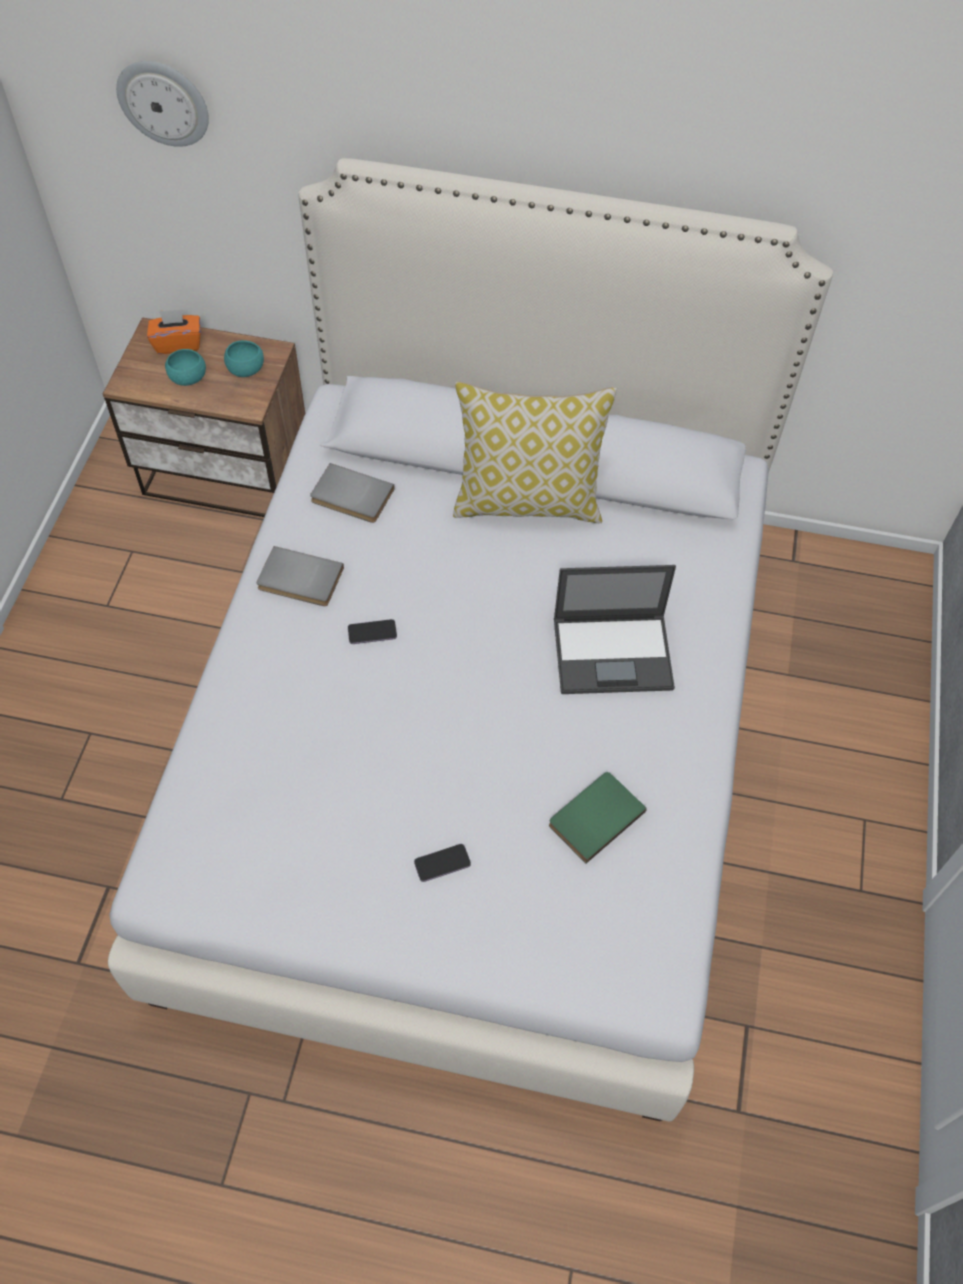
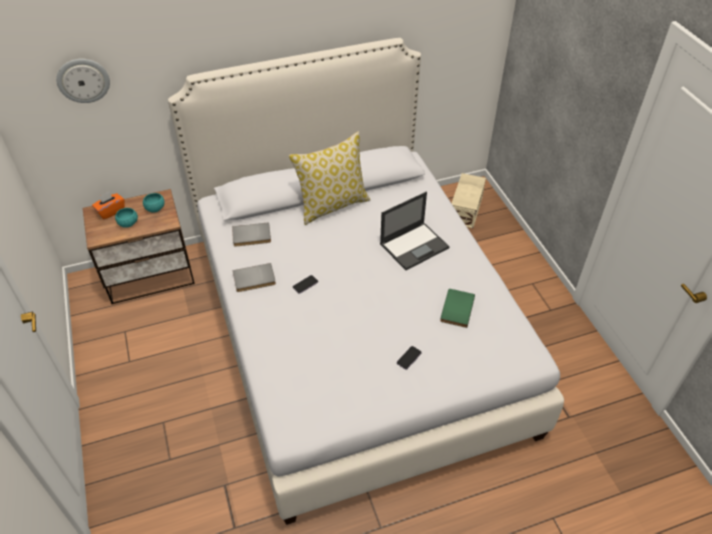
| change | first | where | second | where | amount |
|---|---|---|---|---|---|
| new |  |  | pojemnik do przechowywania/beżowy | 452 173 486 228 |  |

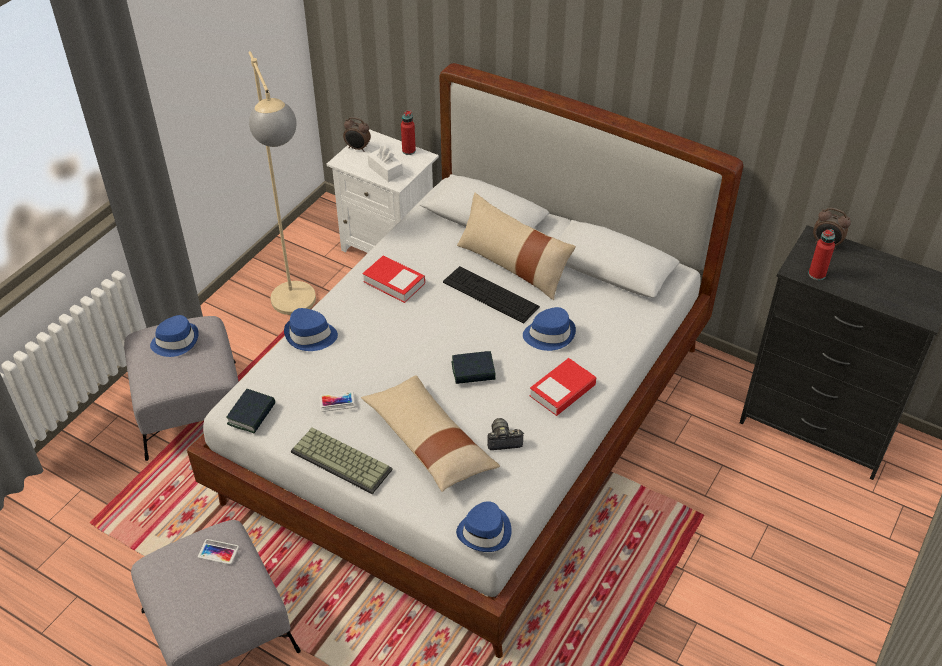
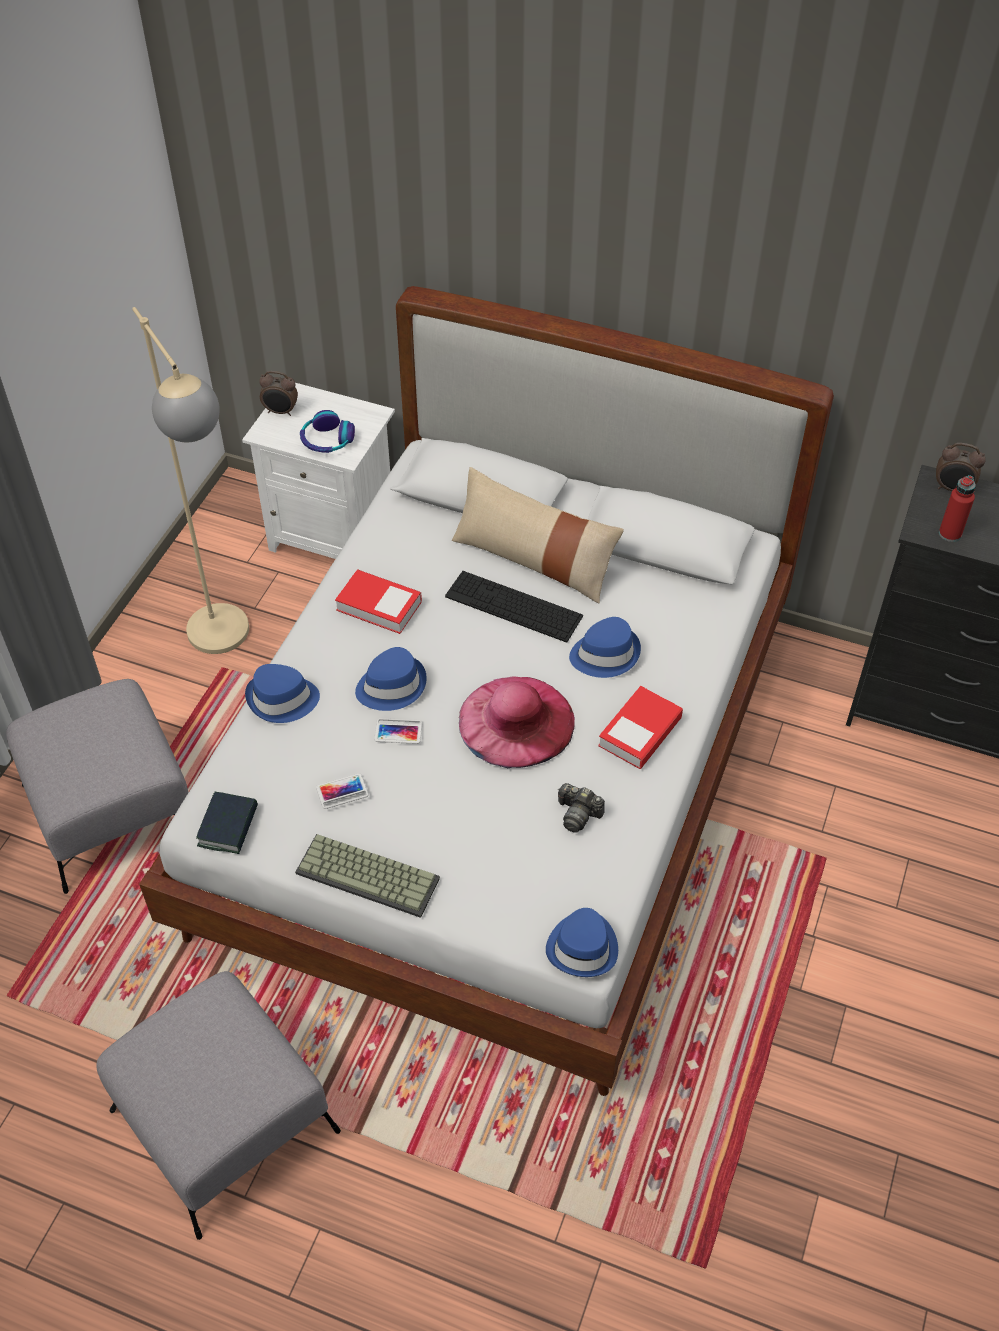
| change | first | where | second | where | amount |
|---|---|---|---|---|---|
| swapped | pudełko chusteczek/biały | 368 146 403 182 | słuchawki | 300 410 355 453 |  |
| shifted | kapelusz/niebieski | 150 315 199 357 |  | 355 647 427 711 |  |
| shifted | telefon | 198 539 239 565 |  | 374 718 423 744 |  |
| swapped | książka | 452 351 496 384 | kapelusz/różowy | 459 676 575 768 |  |
| rotated | aparat fotograficzny | 487 418 524 450 |  | 558 783 605 833 | 135 degrees counterclockwise |
| gone | poduszka/beżowy | 361 375 500 492 |  |  |  |
| gone | butelka/czerwony | 401 110 416 155 |  |  |  |

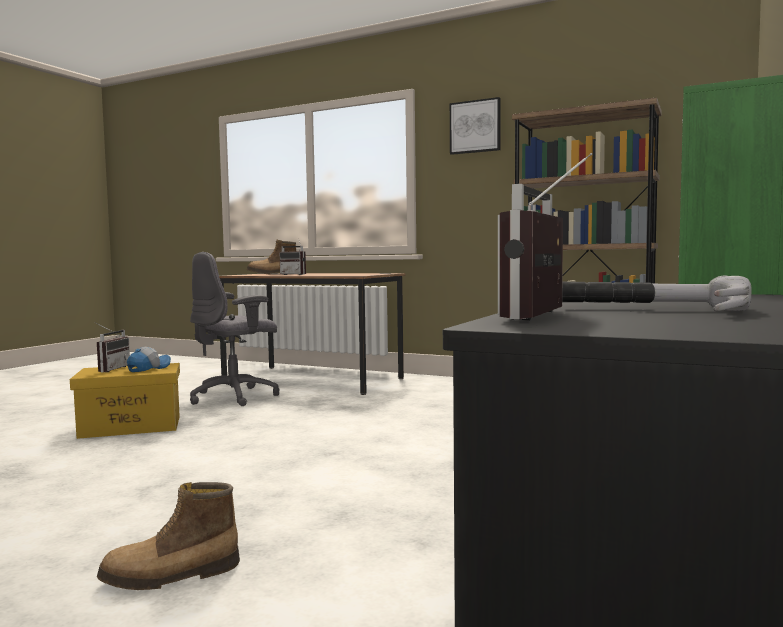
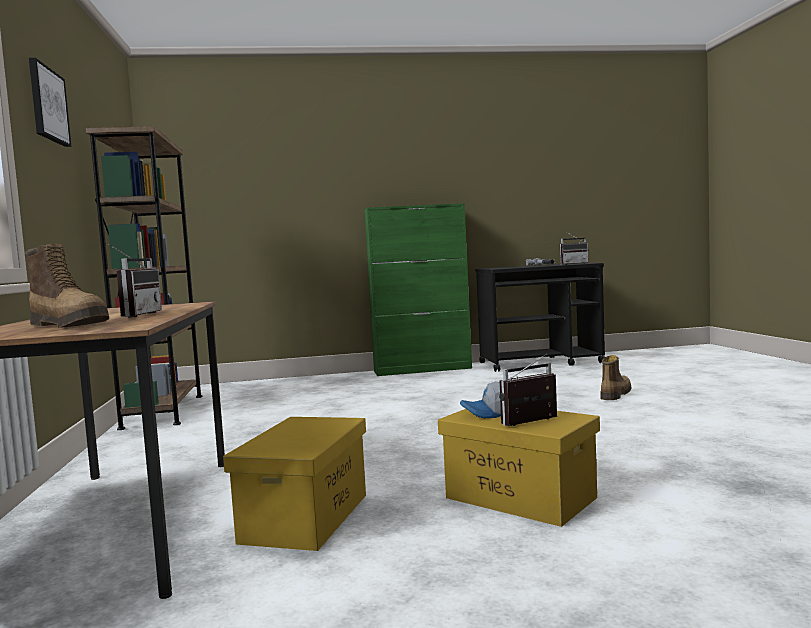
| change | first | where | second | where | amount |
|---|---|---|---|---|---|
| swapped | krzesło biurowe/szary | 190 252 280 406 | pojemnik do przechowywania/żółty | 223 417 366 551 |  |
| rotated | but z cholewką | 97 482 240 590 |  | 601 355 631 400 | 90 degrees counterclockwise |

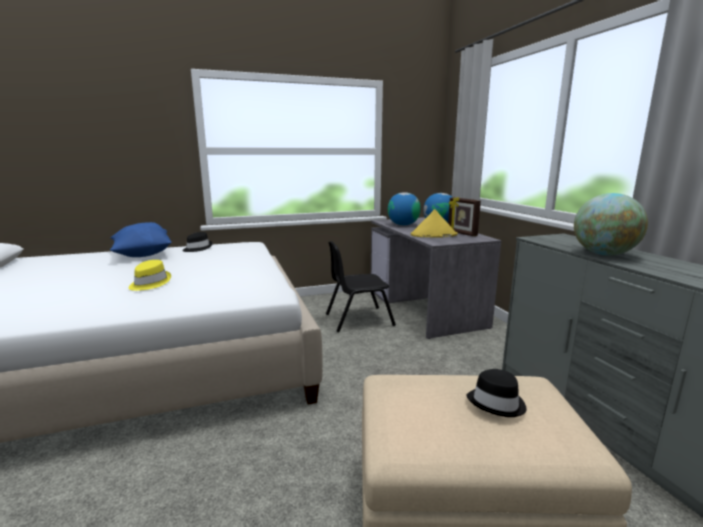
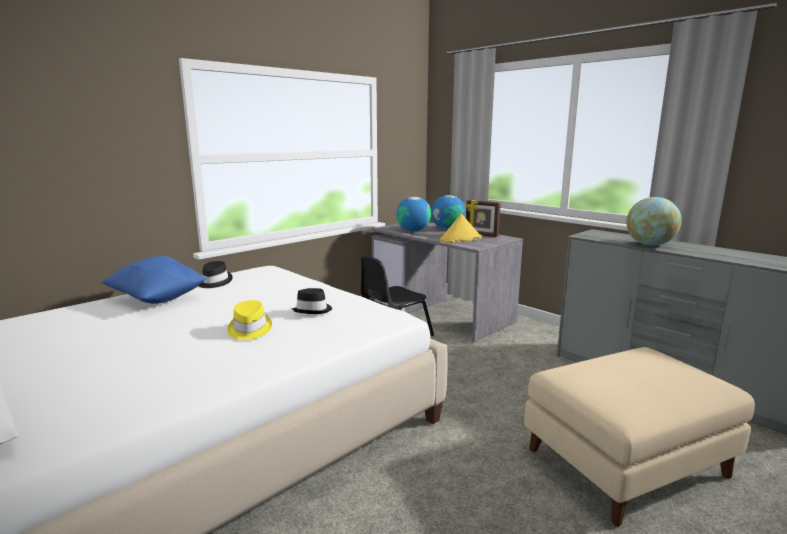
| change | first | where | second | where | amount |
|---|---|---|---|---|---|
| shifted | kapelusz/czarny | 466 369 527 417 |  | 292 288 332 314 |  |

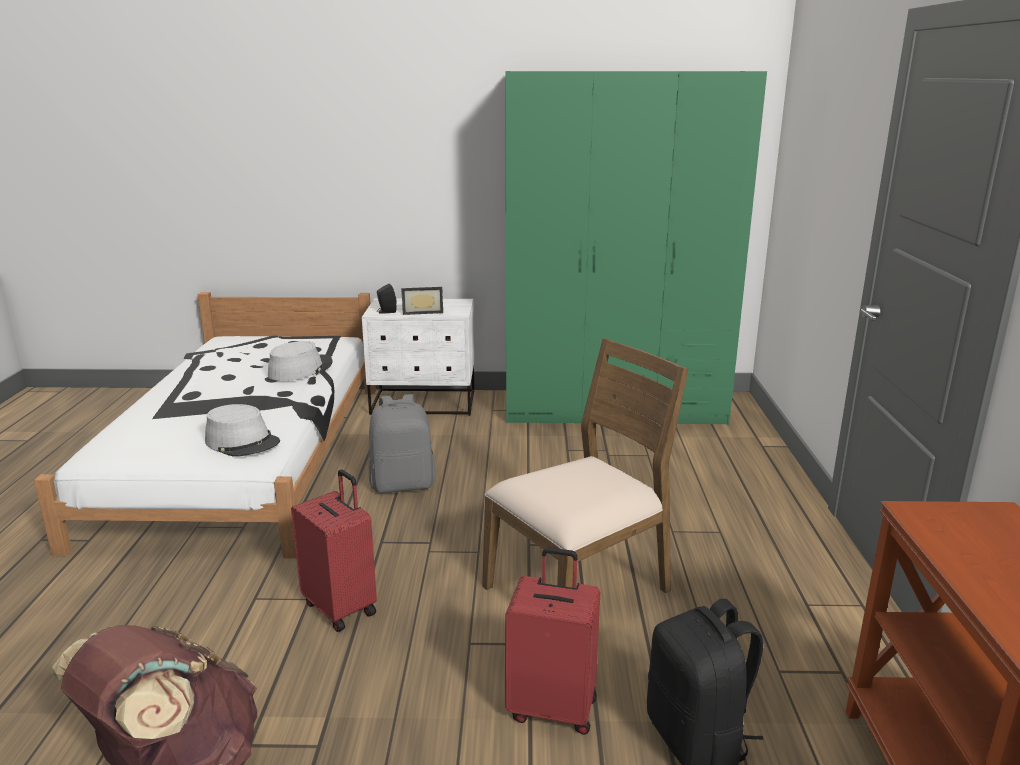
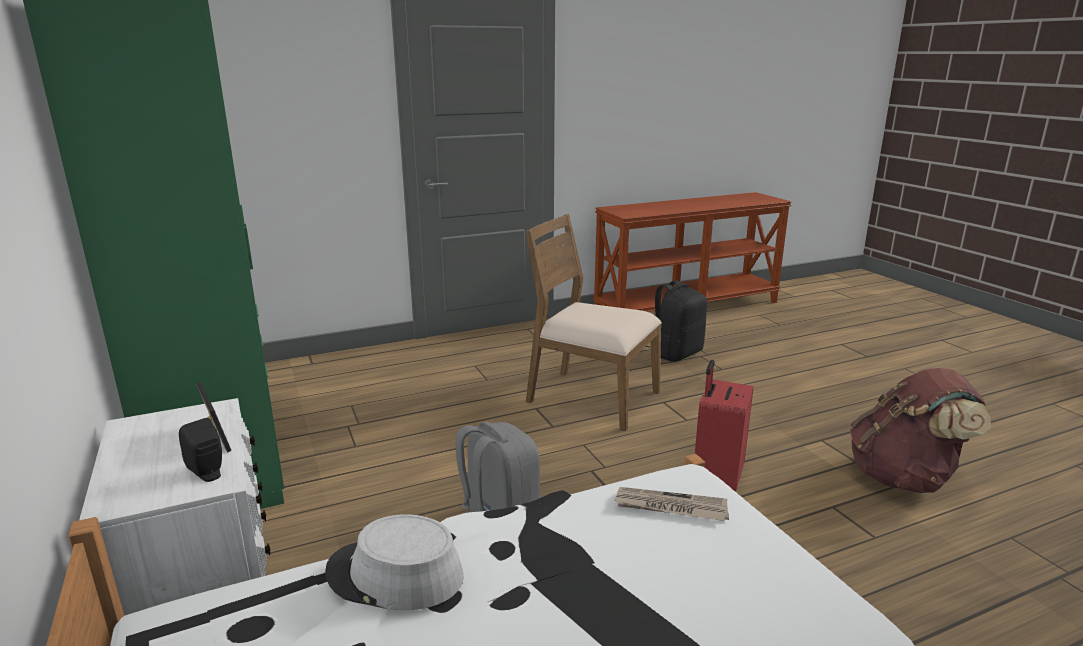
| change | first | where | second | where | amount |
|---|---|---|---|---|---|
| swapped | kapelusz/szary | 205 404 280 457 | gazeta | 614 487 729 521 |  |
| gone | walizka/czerwony | 505 547 600 735 |  |  |  |

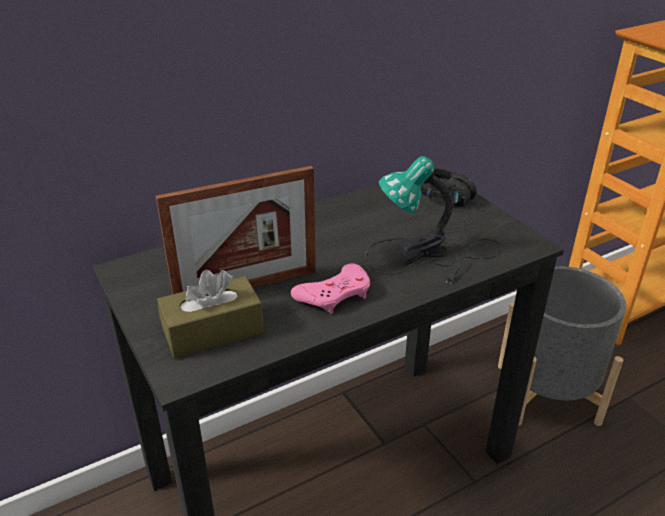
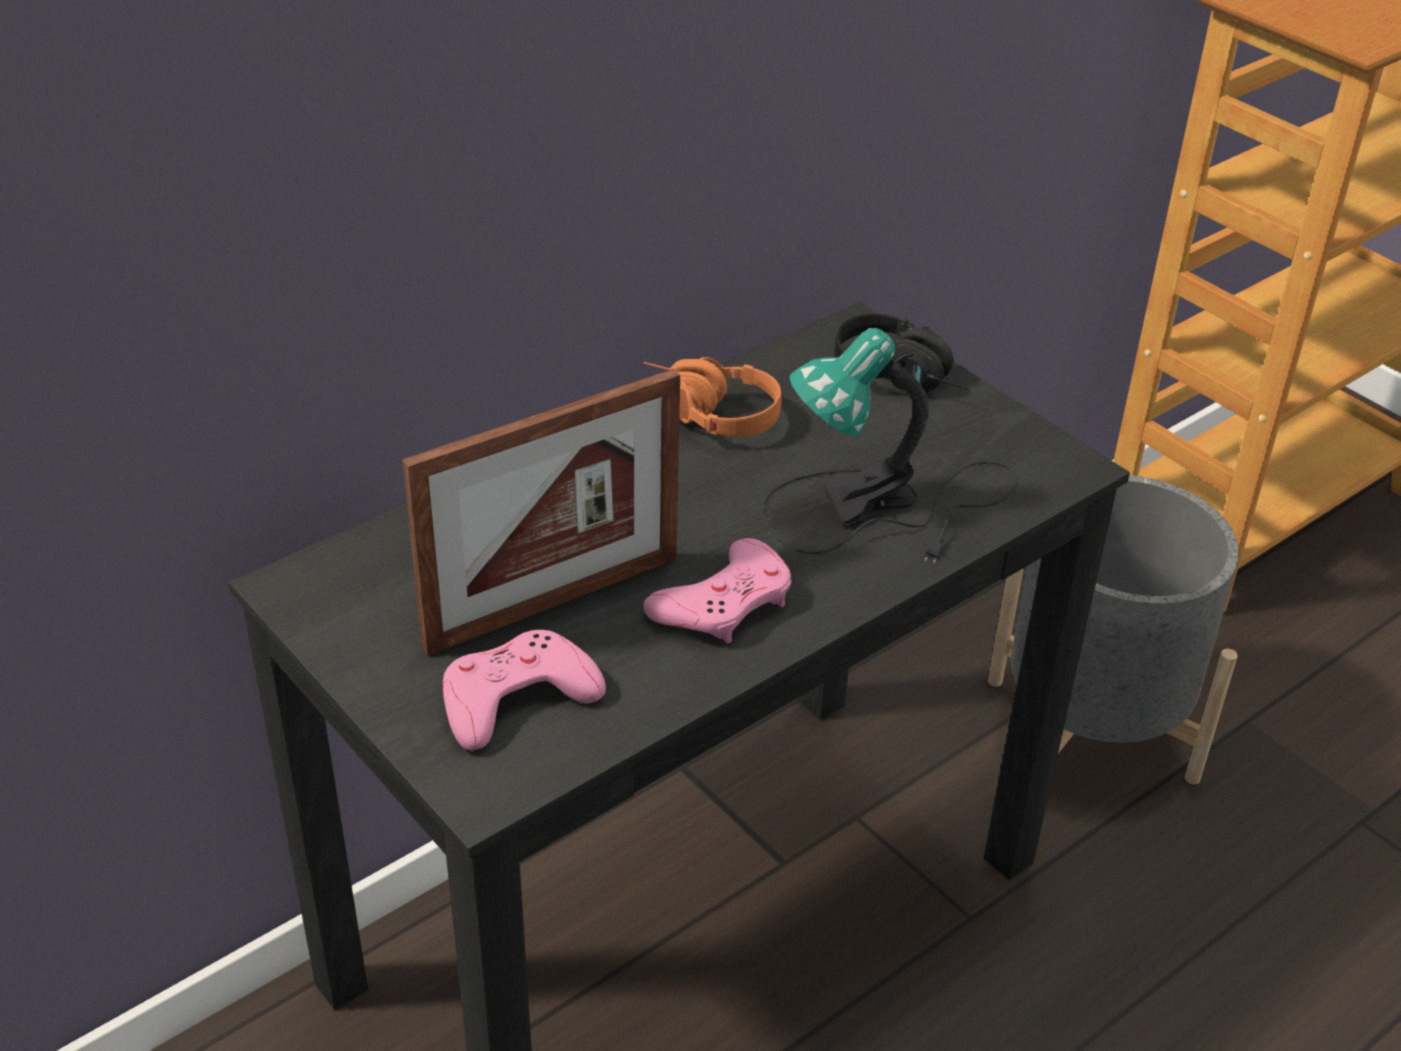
| change | first | where | second | where | amount |
|---|---|---|---|---|---|
| swapped | pudełko chusteczek/brązowy | 157 270 264 359 | pad do gier/różowy | 443 630 606 750 |  |
| new |  |  | słuchawki/pomarańczowy | 643 357 782 437 |  |

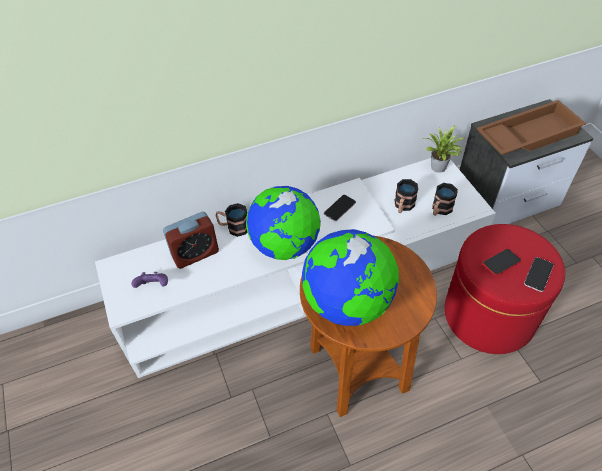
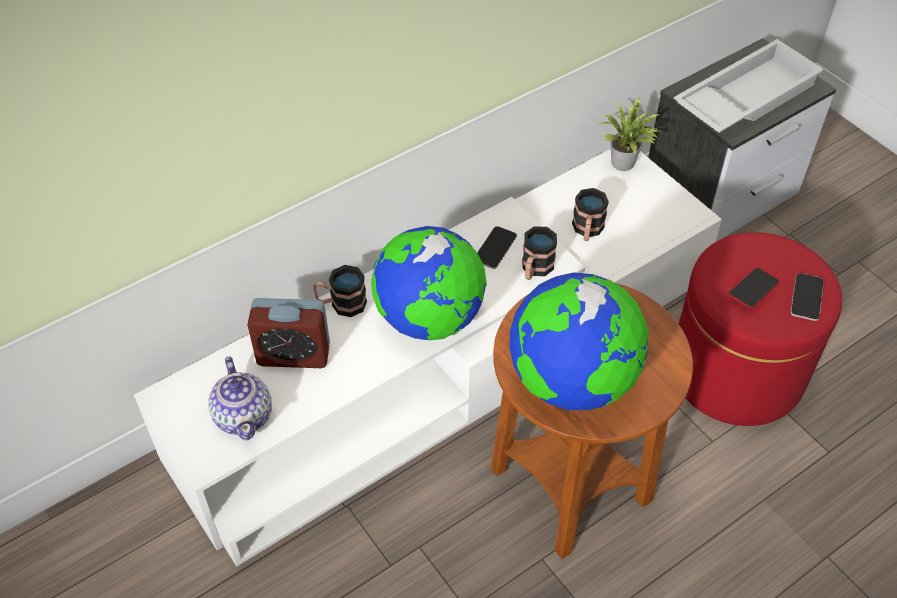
| change | first | where | second | where | amount |
|---|---|---|---|---|---|
| swapped | pad do gier/fioletowy | 131 272 168 288 | imbryk | 208 357 272 440 |  |
| rotated | budzik | 163 212 219 269 |  | 247 298 330 368 | 45 degrees clockwise |
| shifted | kubek | 432 183 458 216 |  | 522 226 557 280 |  |
| repainted | taca/brązowy | 477 100 586 155 | taca/biały | 674 39 824 132 |  |

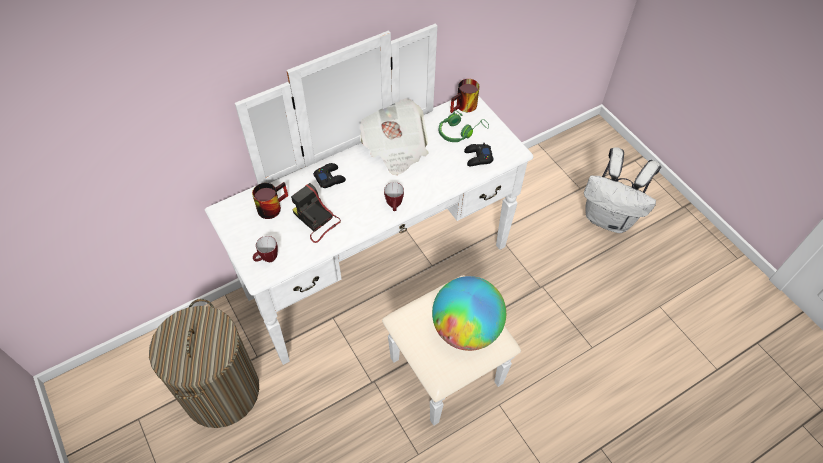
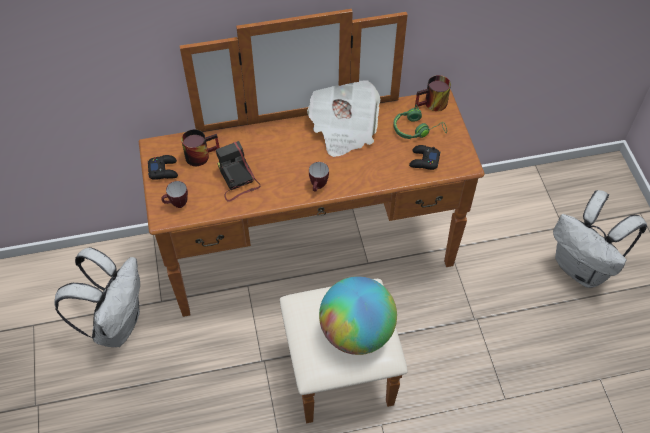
| change | first | where | second | where | amount |
|---|---|---|---|---|---|
| swapped | kosz na pranie | 149 299 259 428 | plecak/biały | 55 247 140 347 |  |
| repainted | komoda/biały | 205 24 533 426 | komoda/brązowy | 139 9 484 423 |  |
| shifted | pad do gier/czarny | 313 163 346 188 |  | 148 155 178 180 |  |

